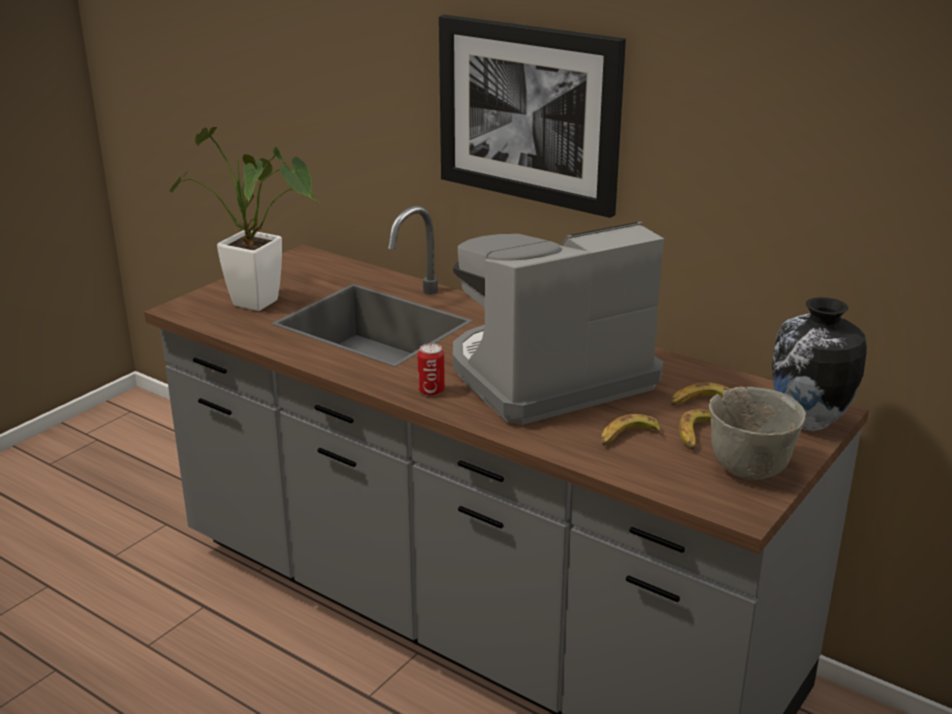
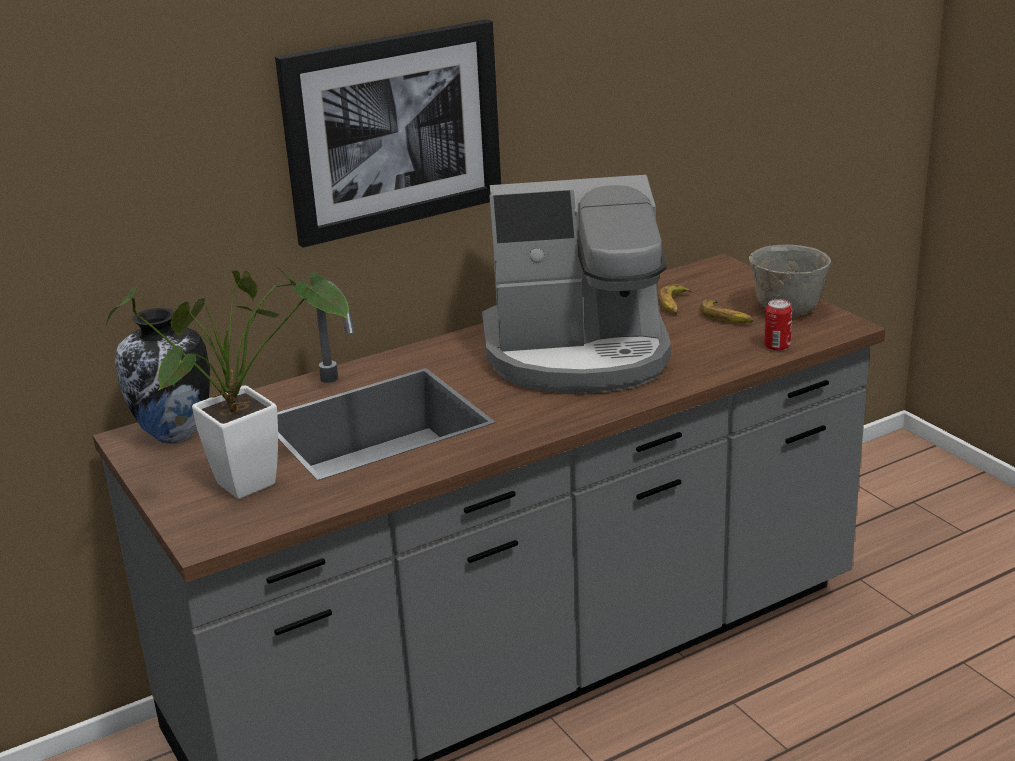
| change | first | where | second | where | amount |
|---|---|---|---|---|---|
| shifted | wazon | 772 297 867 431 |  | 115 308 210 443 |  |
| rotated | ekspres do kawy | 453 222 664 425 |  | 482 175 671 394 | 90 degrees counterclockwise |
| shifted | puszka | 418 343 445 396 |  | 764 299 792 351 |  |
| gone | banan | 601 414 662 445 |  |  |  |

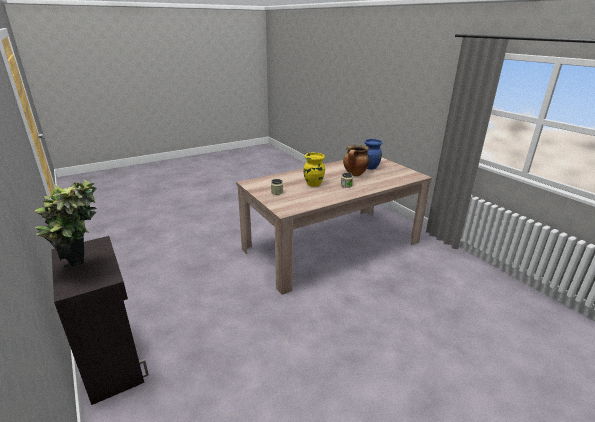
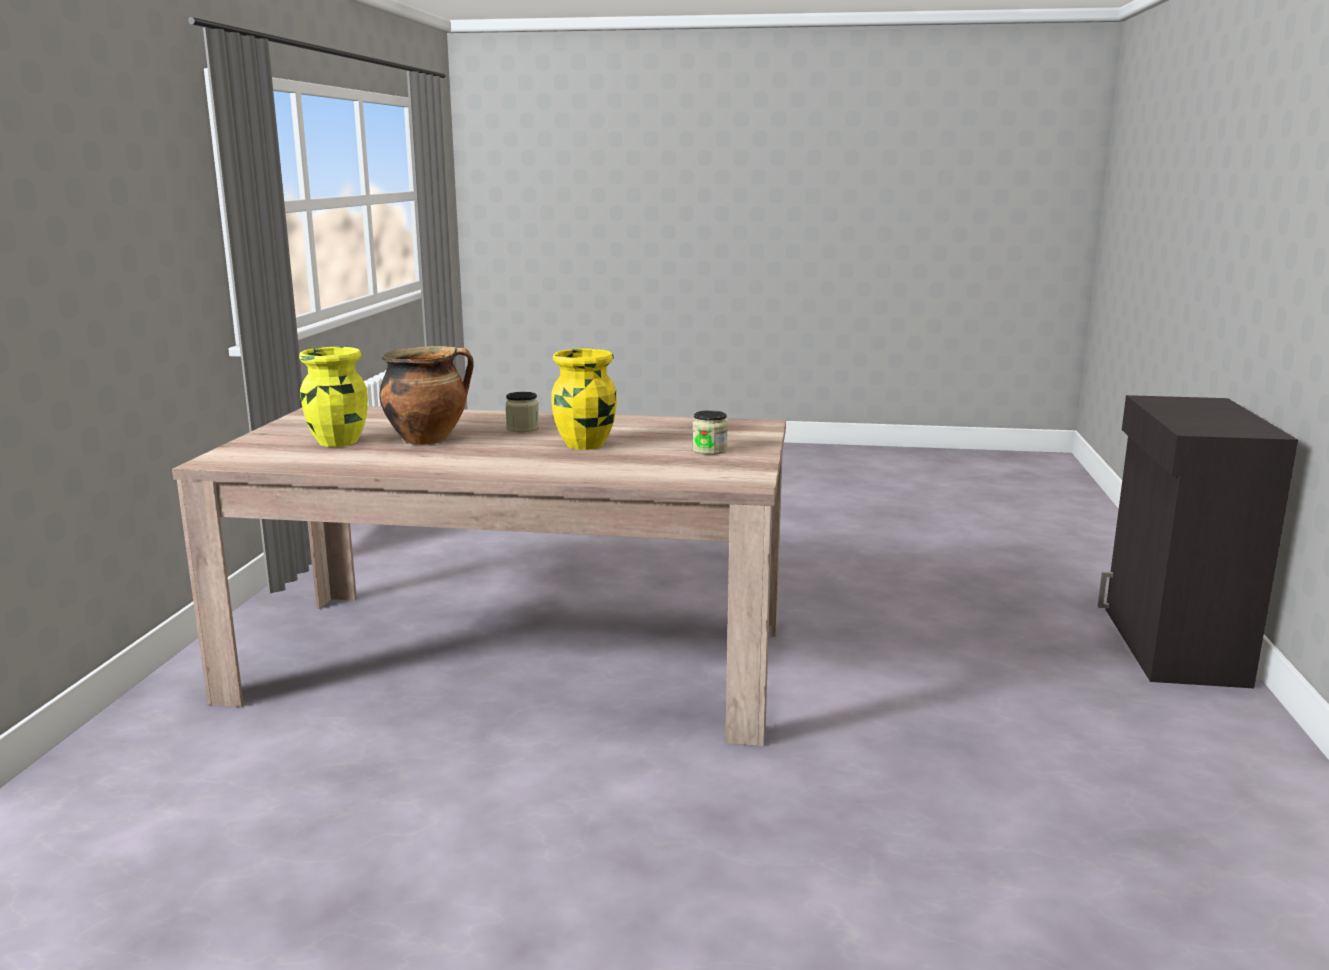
| change | first | where | second | where | amount |
|---|---|---|---|---|---|
| repainted | wazon/niebieski | 364 139 383 170 | wazon/żółty | 299 347 368 447 |  |
| gone | roślina doniczkowa | 35 179 97 267 |  |  |  |

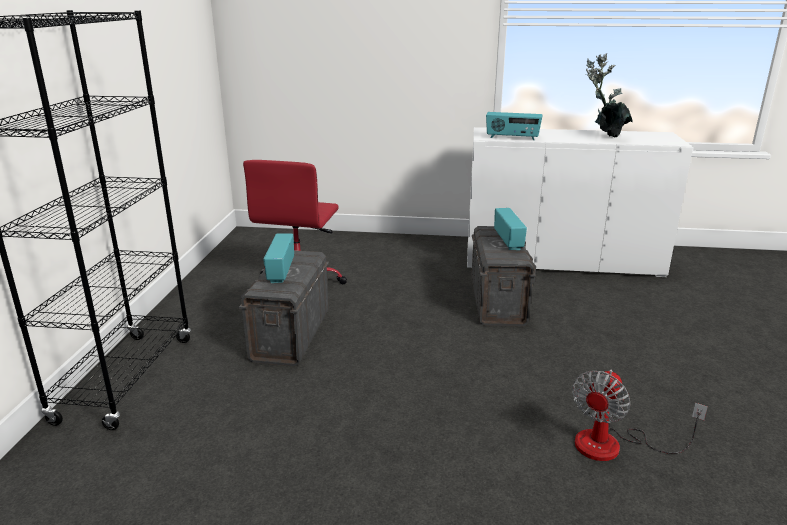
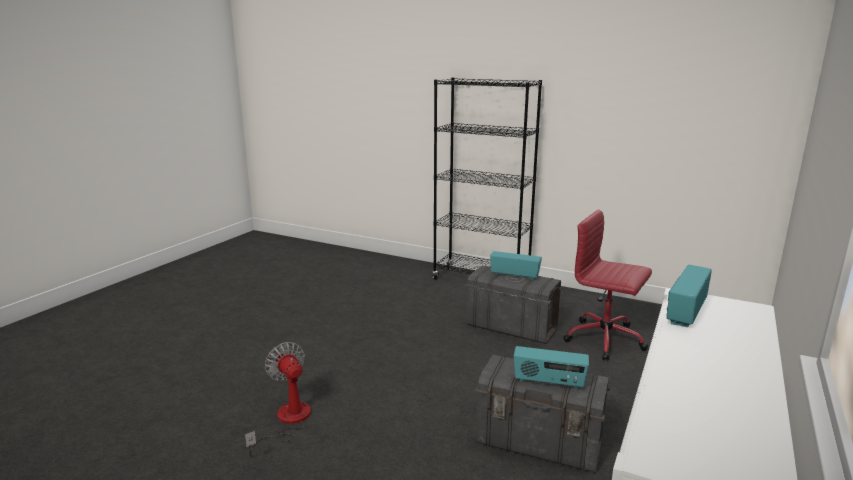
| change | first | where | second | where | amount |
|---|---|---|---|---|---|
| gone | roślina doniczkowa | 585 53 633 138 |  |  |  |

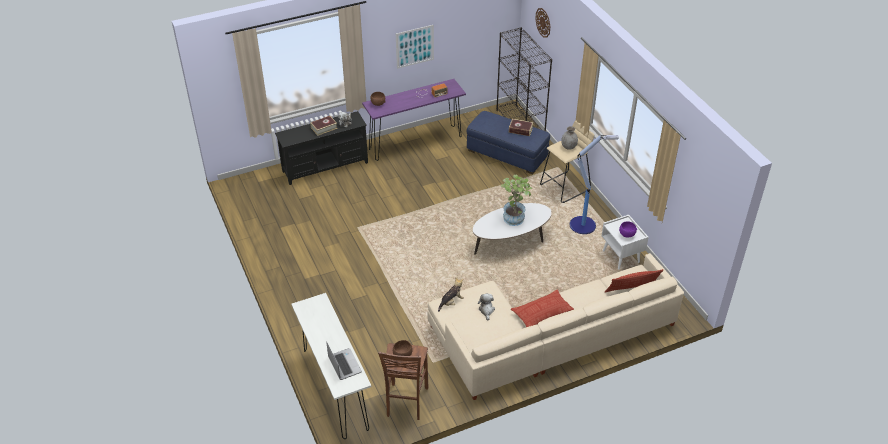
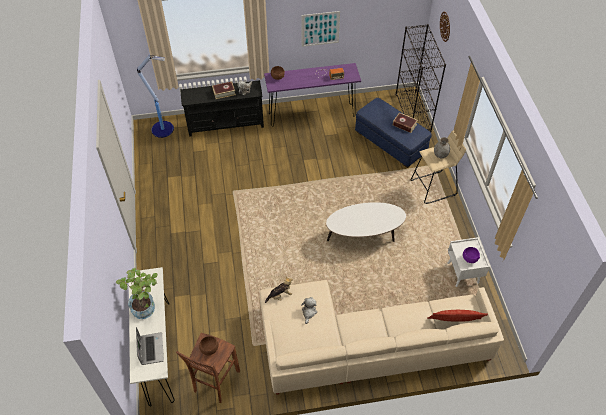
| change | first | where | second | where | amount |
|---|---|---|---|---|---|
| shifted | roślina doniczkowa | 501 175 532 226 |  | 116 268 158 319 |  |
| shifted | lampa stojąca | 570 135 618 234 |  | 137 54 174 138 |  |
| gone | poduszka | 511 290 574 327 |  |  |  |

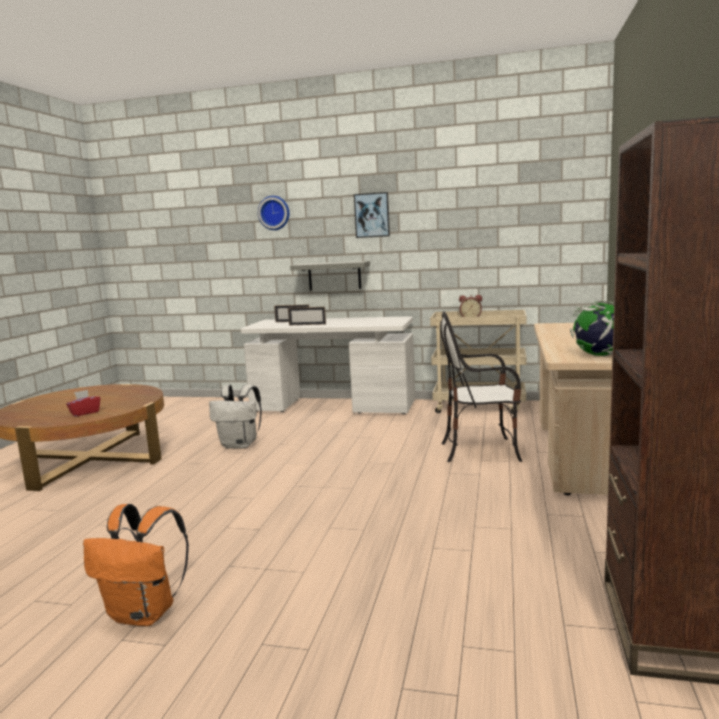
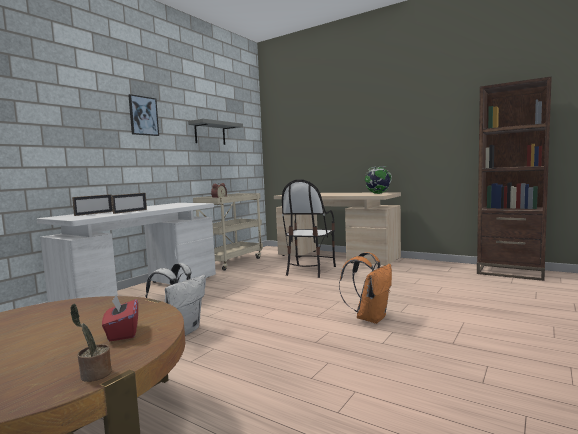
| change | first | where | second | where | amount |
|---|---|---|---|---|---|
| new |  |  | roślina doniczkowa | 71 304 112 382 |  |
| shifted | półka/szary | 290 261 370 290 |  | 188 119 243 145 |  |
| shifted | plecak/pomarańczowy | 83 504 189 626 |  | 339 252 392 324 |  |
| gone | zegar ścienny | 258 196 289 230 |  |  |  |

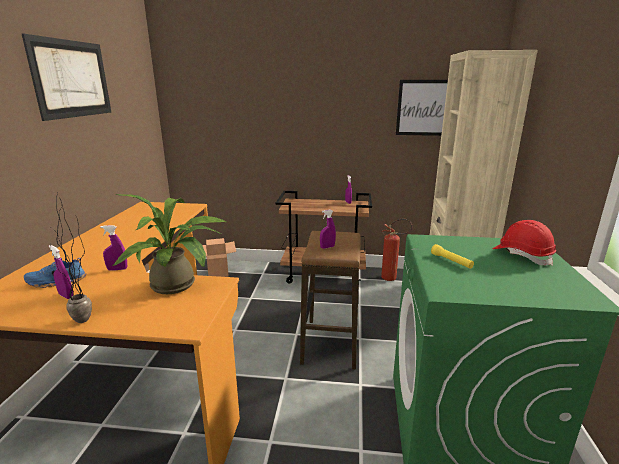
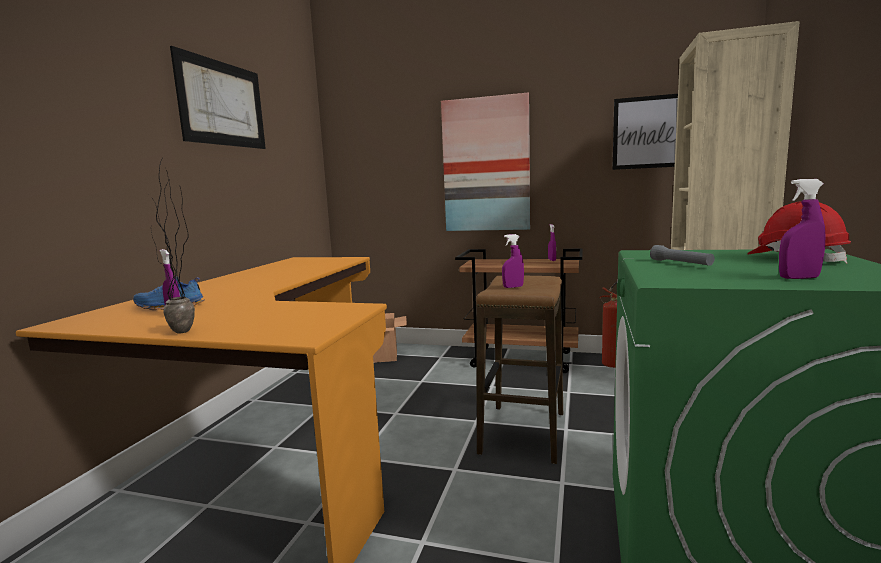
| change | first | where | second | where | amount |
|---|---|---|---|---|---|
| new |  |  | obraz | 441 92 530 231 |  |
| repainted | latarka/żółty | 431 244 474 269 | latarka/szary | 650 245 715 266 |  |
| shifted | spryskiwacz/fioletowy | 100 225 127 271 |  | 779 179 825 279 |  |
| gone | roślina doniczkowa | 112 194 226 294 |  |  |  |

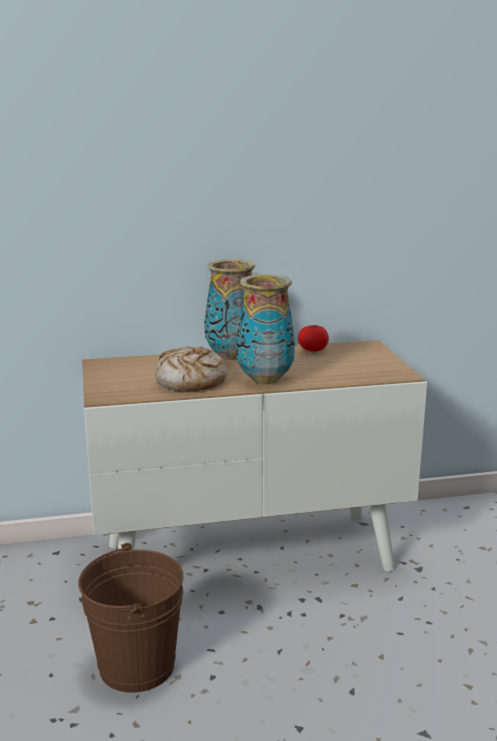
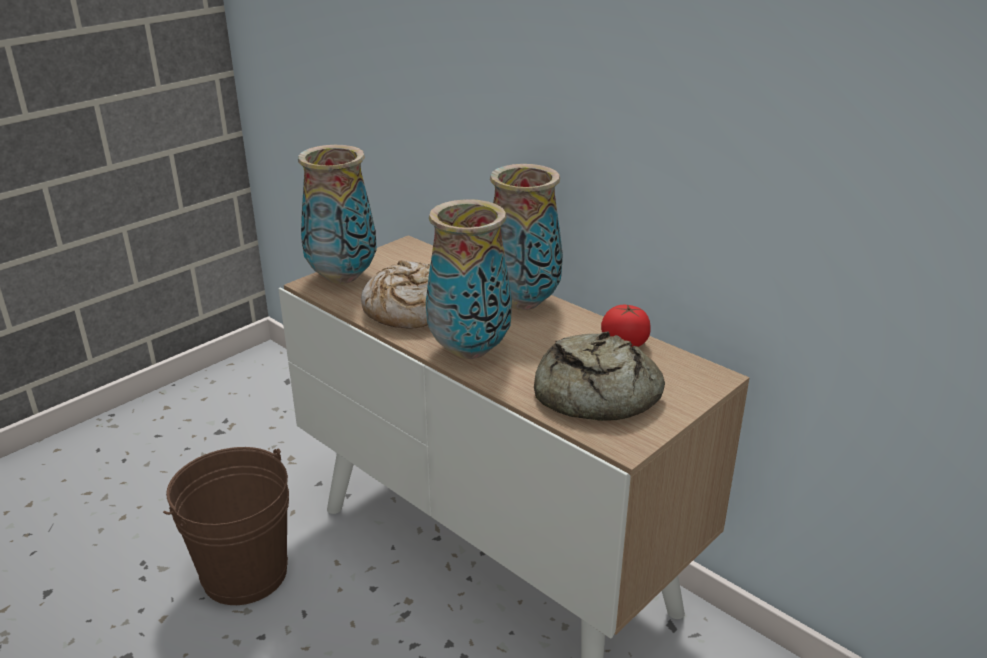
| change | first | where | second | where | amount |
|---|---|---|---|---|---|
| new |  |  | wazon | 298 145 377 284 |  |
| new |  |  | chleb | 534 332 665 421 |  |

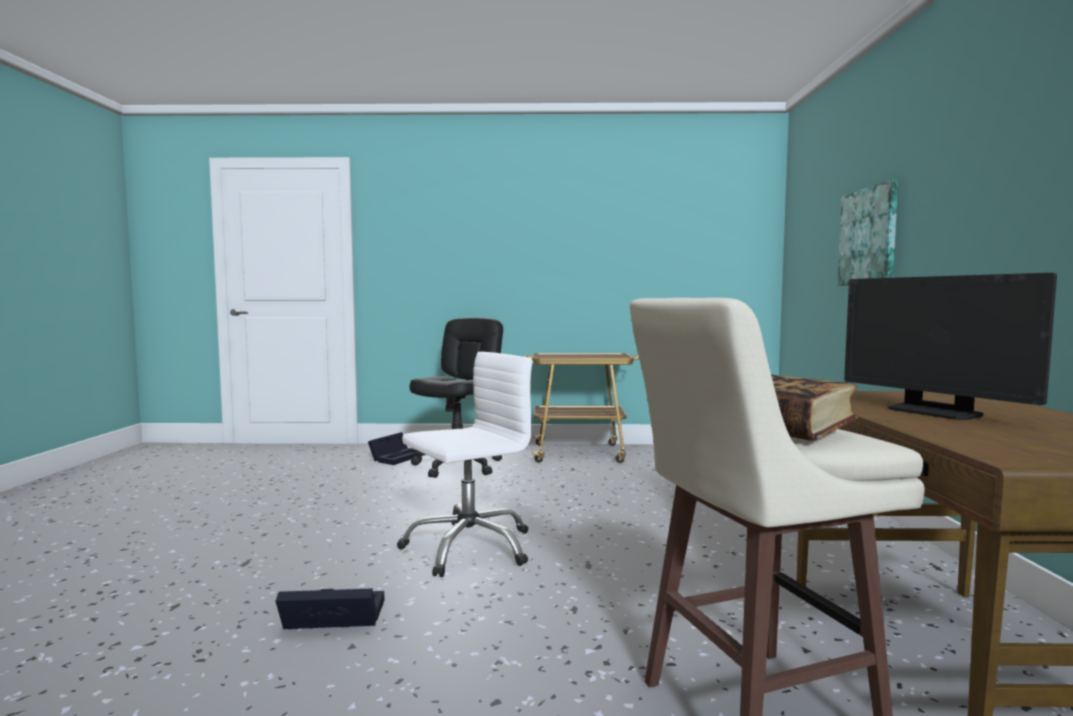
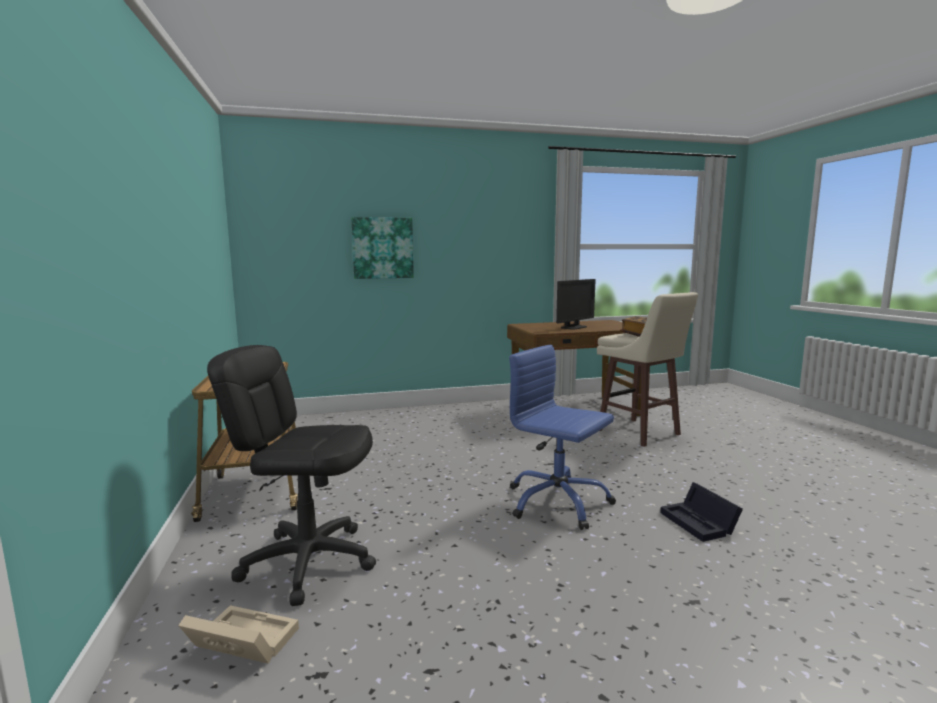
| change | first | where | second | where | amount |
|---|---|---|---|---|---|
| repainted | pojemnik do przechowywania/czarny | 368 432 417 465 | pojemnik do przechowywania/beżowy | 178 605 299 664 |  |
| repainted | krzesło biurowe/biały | 397 352 533 577 | krzesło biurowe/niebieski | 509 345 616 530 |  |

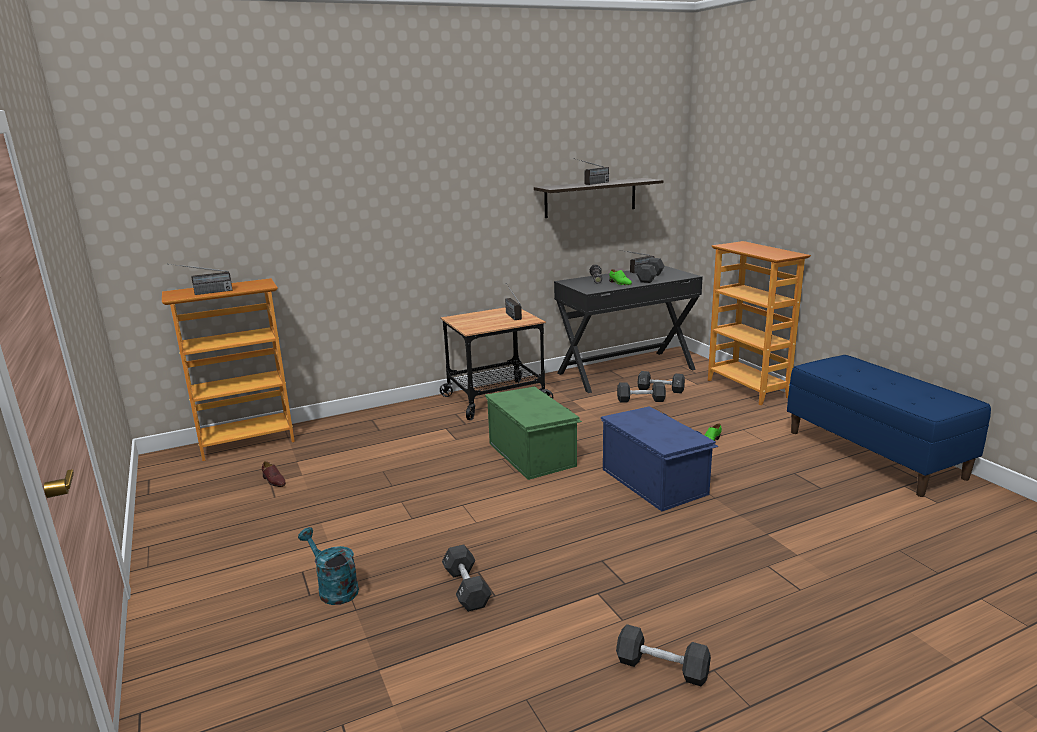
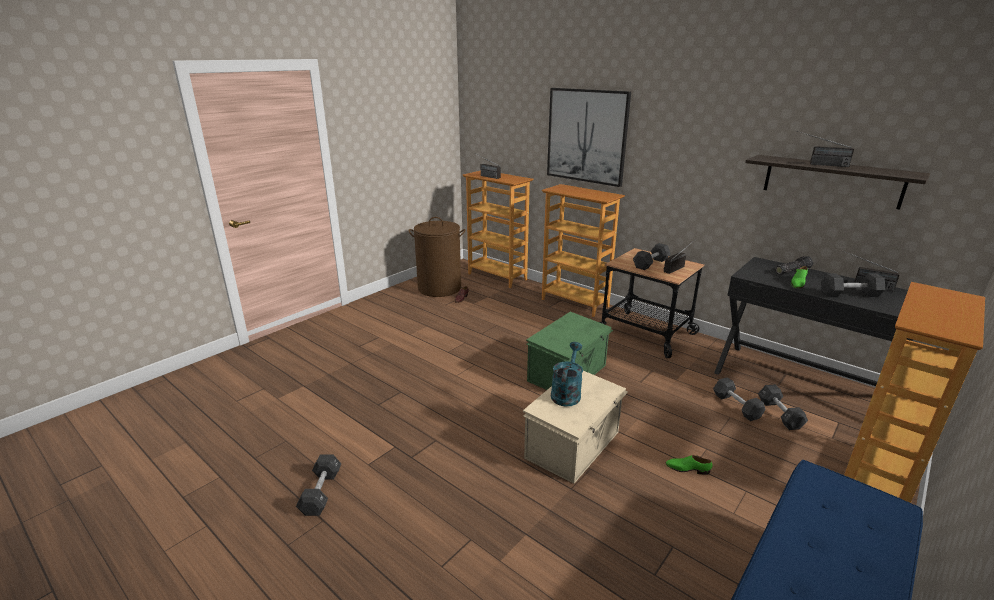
| change | first | where | second | where | amount |
|---|---|---|---|---|---|
| new |  |  | kosz na pranie/brązowy | 409 217 465 297 |  |
| repainted | pojemnik do przechowywania/niebieski | 601 406 719 511 | pojemnik do przechowywania/beżowy | 523 371 628 484 |  |
| new |  |  | regał | 542 184 625 317 |  |
| new |  |  | obraz | 547 88 631 187 |  |
| shifted | konewka/turkusowy | 298 527 359 605 |  | 551 342 583 406 |  |
| shifted | hantel/czarny | 442 544 492 612 |  | 633 243 671 270 |  |

